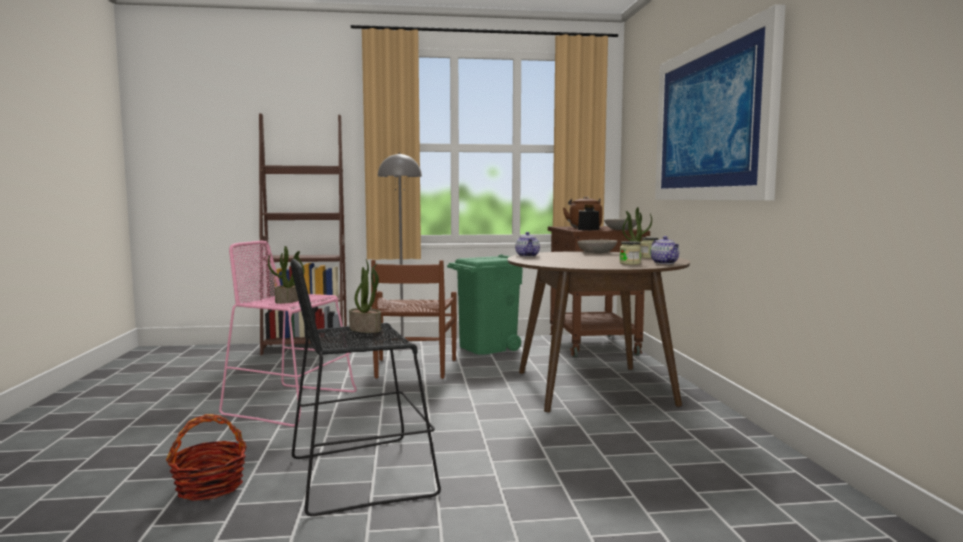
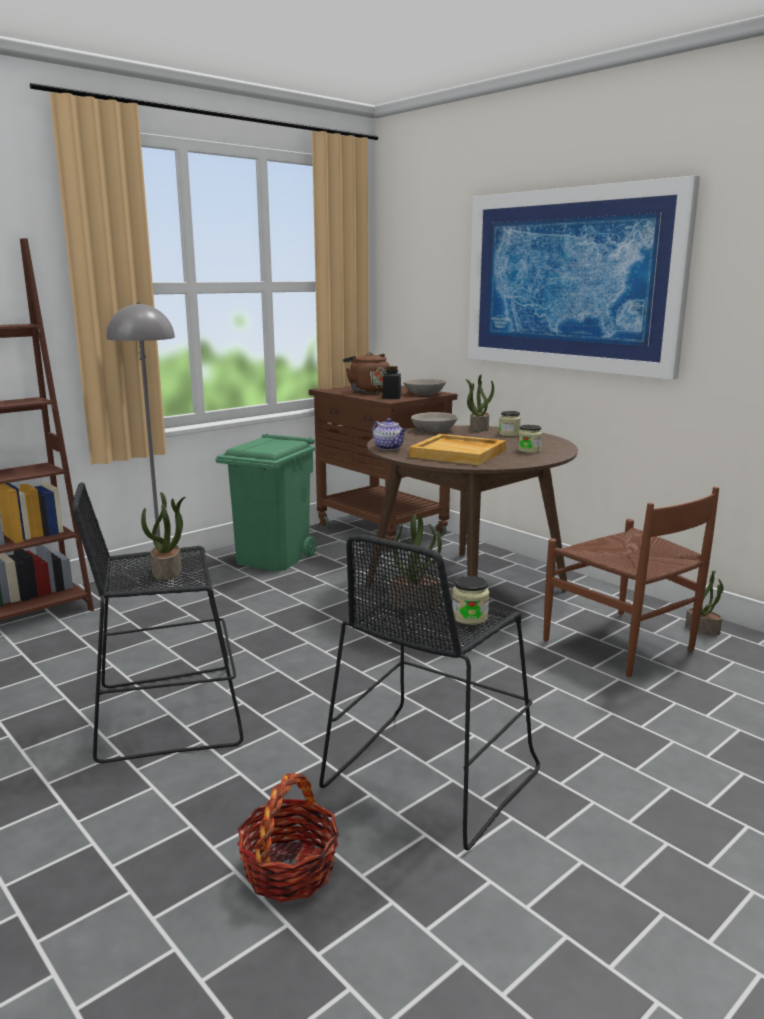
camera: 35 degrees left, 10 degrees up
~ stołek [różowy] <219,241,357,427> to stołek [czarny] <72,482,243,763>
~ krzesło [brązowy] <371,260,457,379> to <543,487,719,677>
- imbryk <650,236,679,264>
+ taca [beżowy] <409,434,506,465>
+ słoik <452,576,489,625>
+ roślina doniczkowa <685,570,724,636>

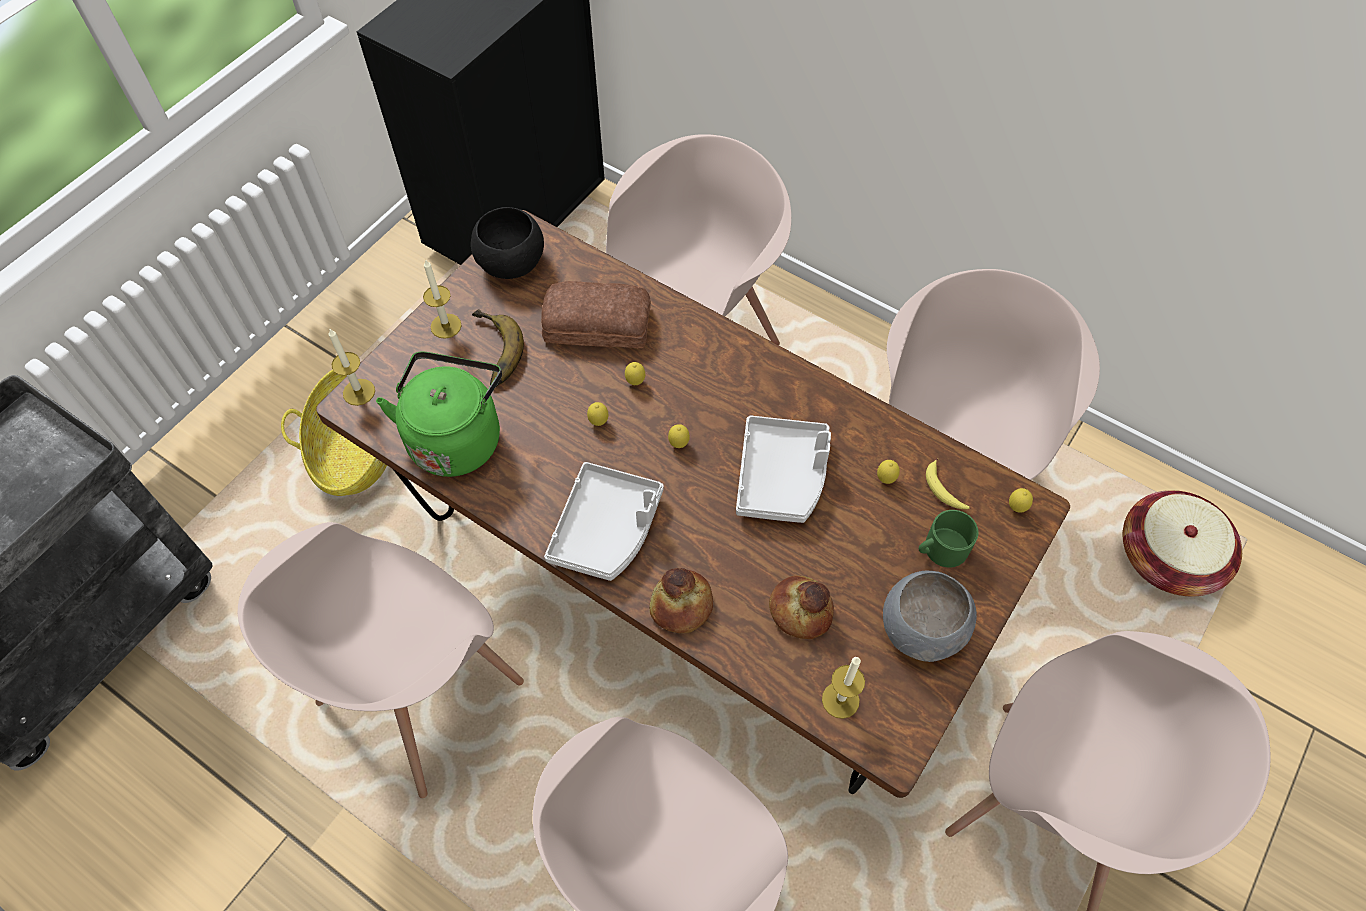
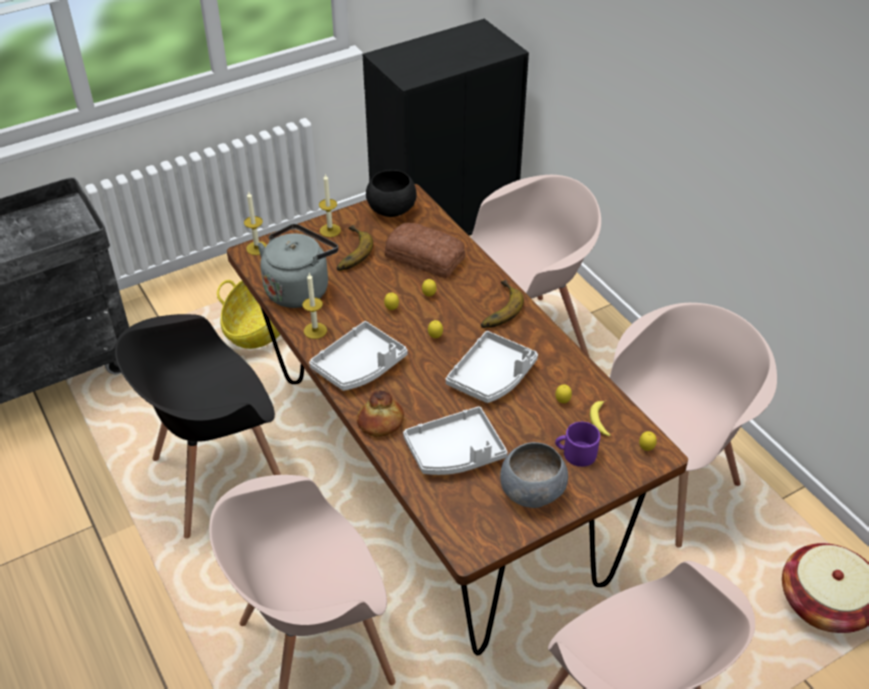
camera: 25 degrees right, 15 degrees down
~ krzesło [beżowy] <238,522,524,798> to krzesło [czarny] <115,314,281,539>
~ czajnik [zielony] <376,351,502,477> to czajnik [szary] <257,224,338,308>
~ chleb <769,575,834,639> to taca [szary] <403,406,507,475>
~ świeca <822,657,865,719> to <302,273,327,339>
~ kubek [zielony] <919,510,978,568> to kubek [fioletowy] <555,422,600,467>
+ banan <481,280,524,328>

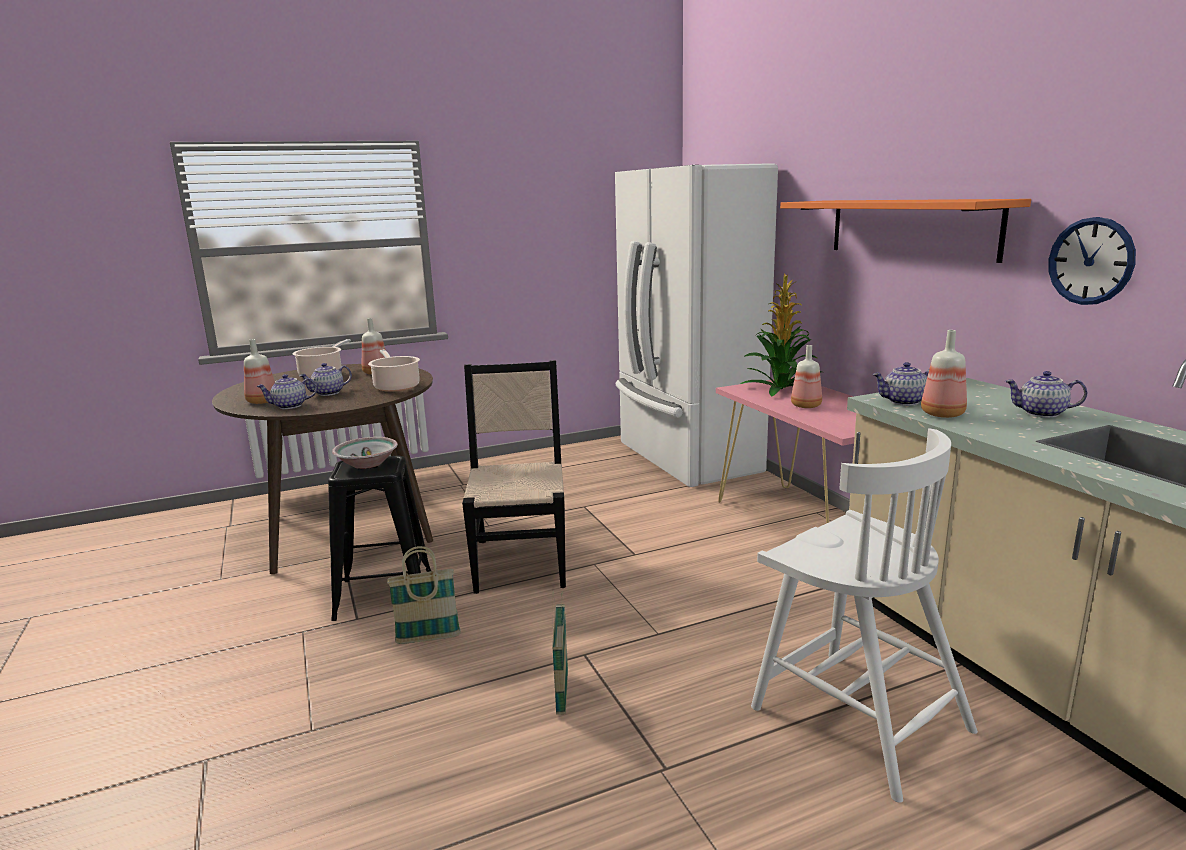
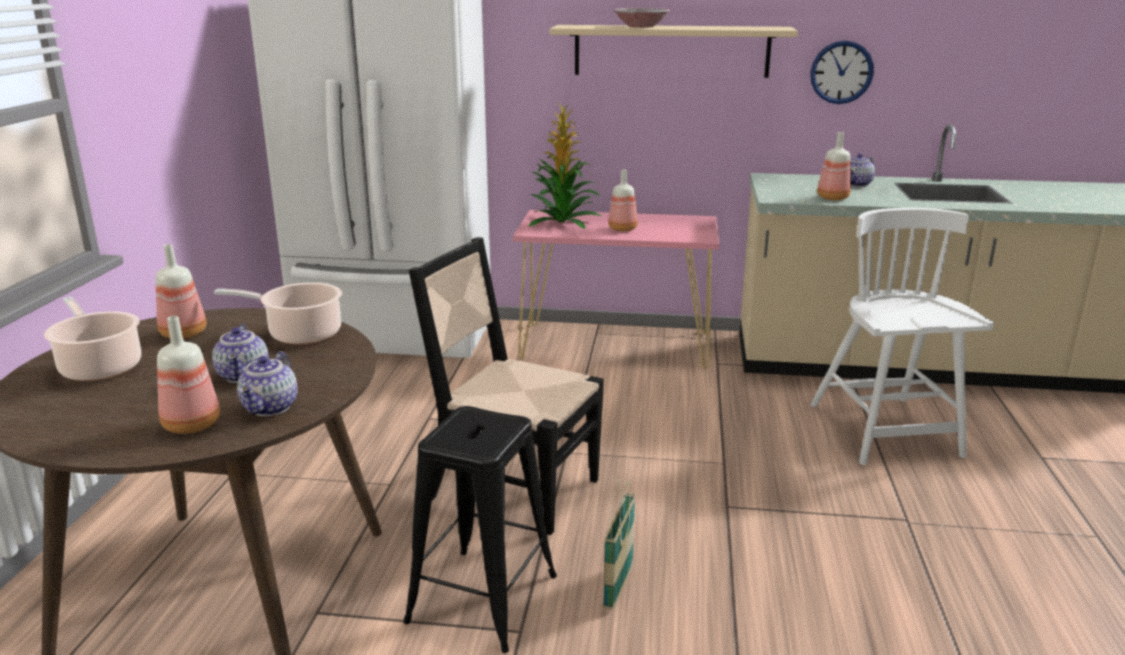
camera: 60 degrees left, 5 degrees up
~ miska <332,437,398,469> to <614,8,670,28>
- koszyk <552,591,568,715>
~ krzesło [biały] <751,428,978,803> = <810,208,994,465> 90 degrees counterclockwise
~ półka [pomarańczowy] <780,199,1031,263> to półka [beżowy] <549,25,798,78>
- imbryk <872,362,929,406>

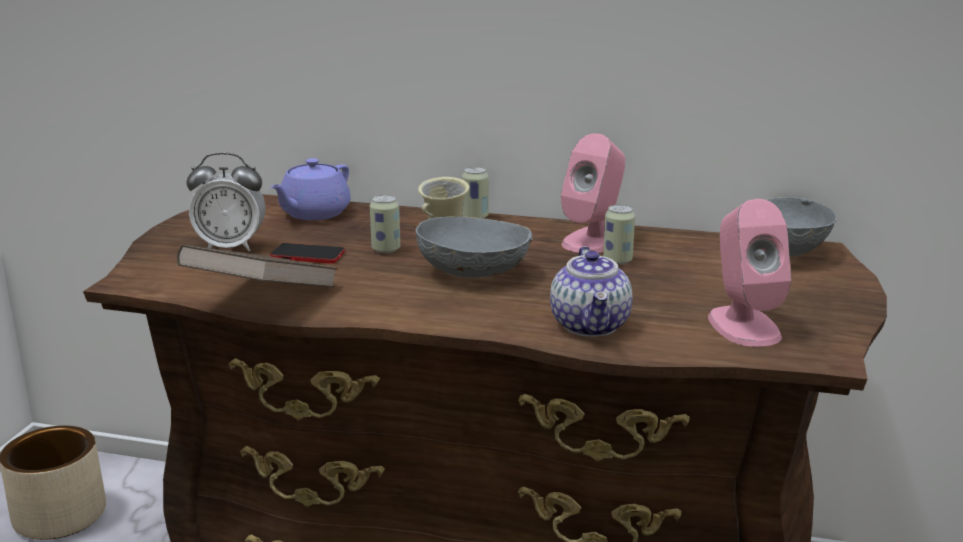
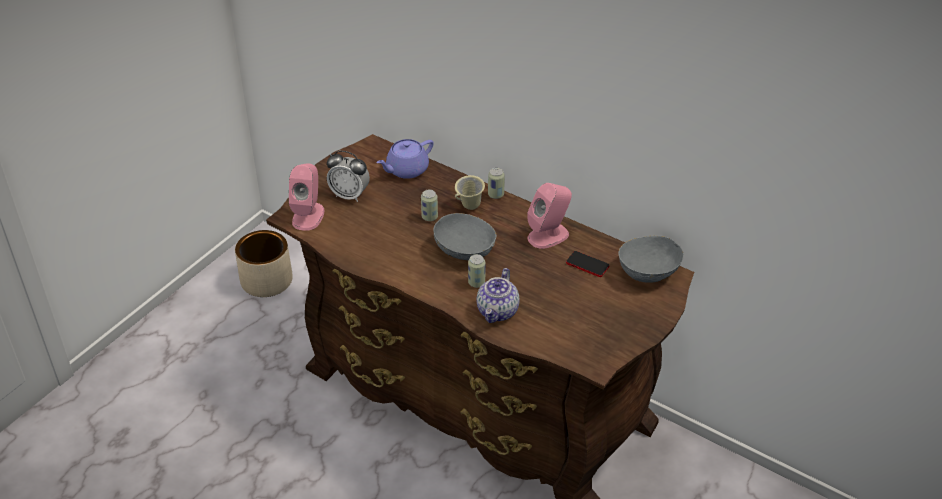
camera: 20 degrees right, 20 degrees up
- książka [brązowy] <177,245,338,287>
~ telefon <270,243,345,264> to <566,251,610,277>
~ puszka <603,205,635,265> to <468,254,486,288>
~ głośnik [różowy] <708,199,792,347> to <289,163,325,231>

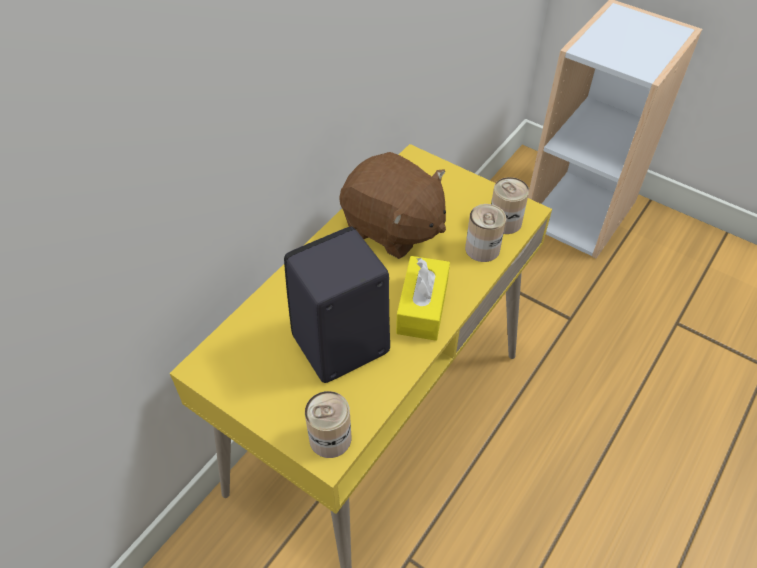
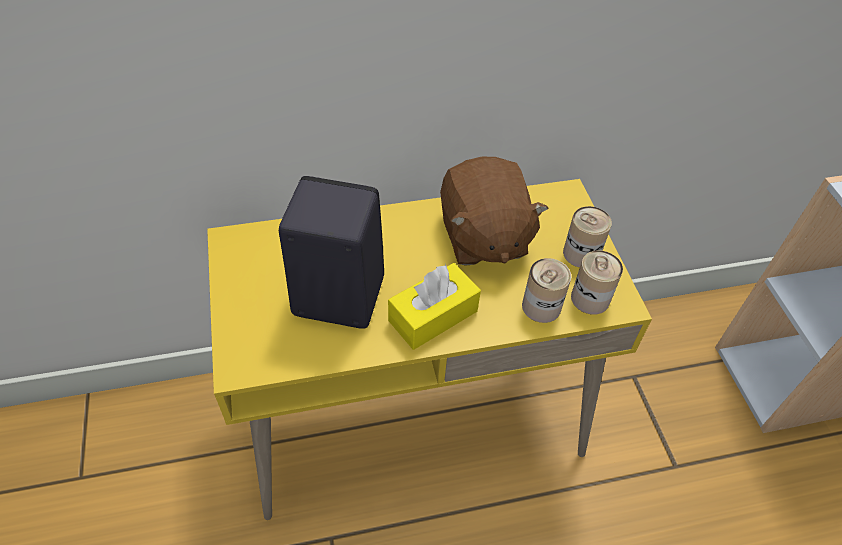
camera: 40 degrees right, 0 degrees up
~ puszka <305,391,351,458> to <563,206,612,267>

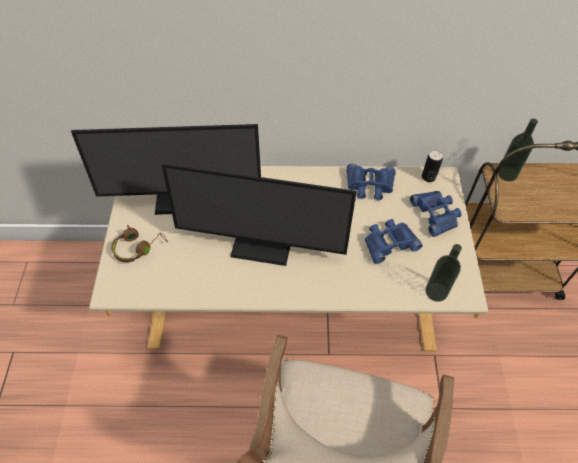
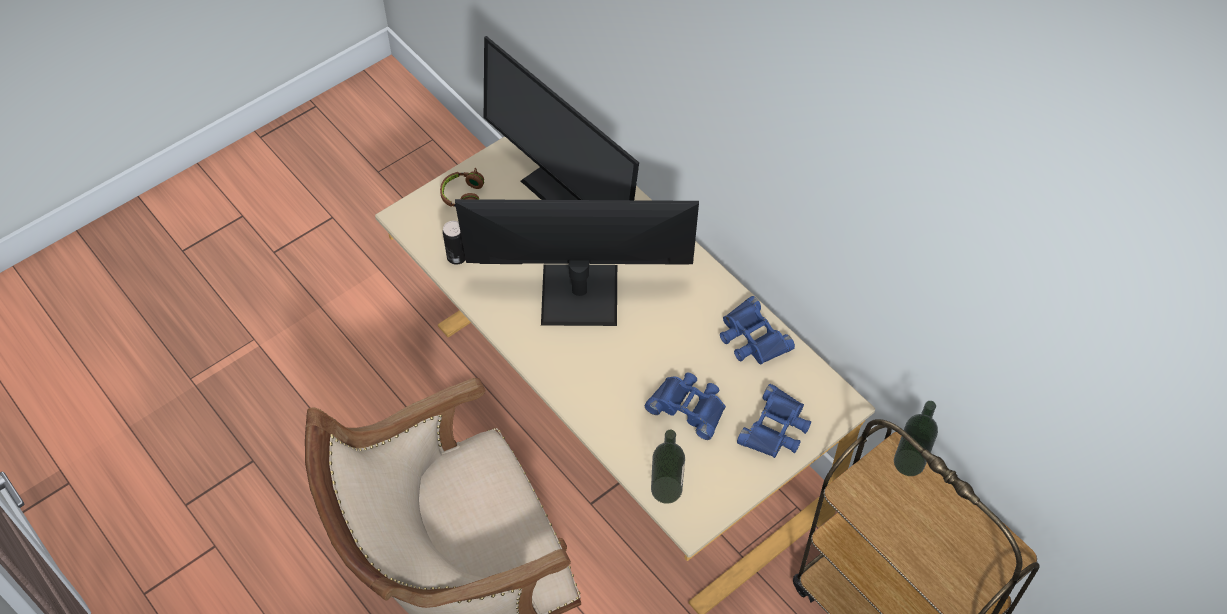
camera: 50 degrees right, 0 degrees up
~ monitor <162,163,357,266> = <455,199,699,326> 120 degrees clockwise
~ puszka <422,150,443,182> to <443,221,466,265>

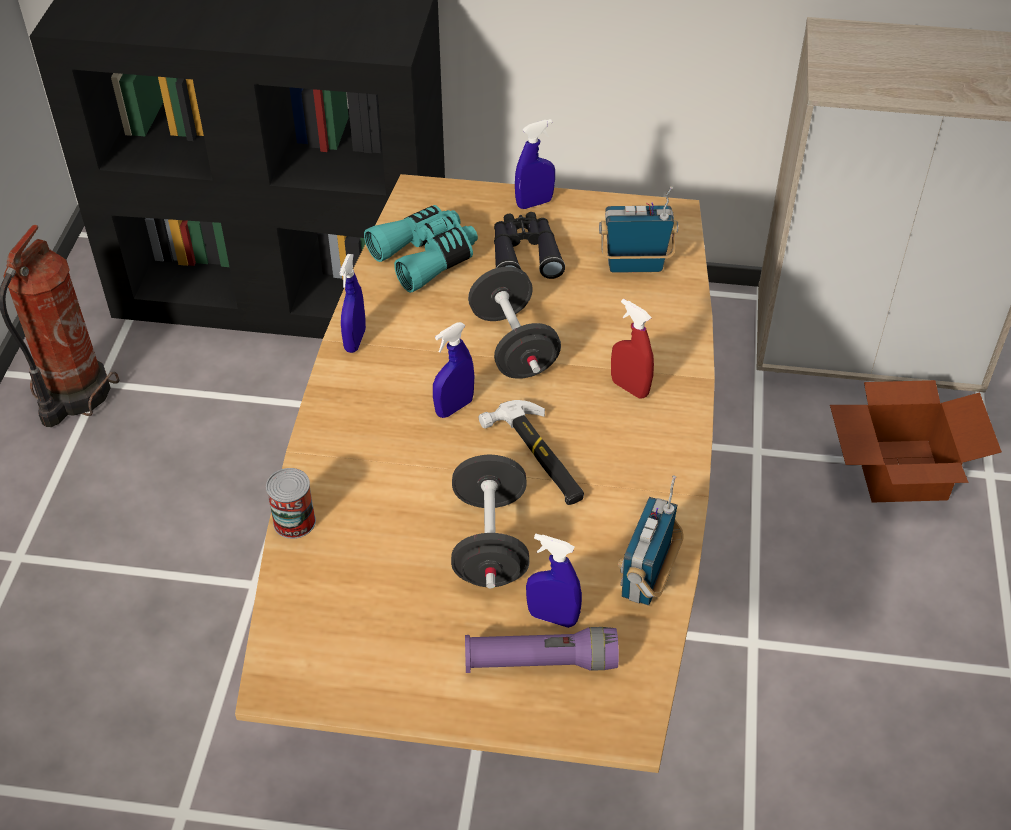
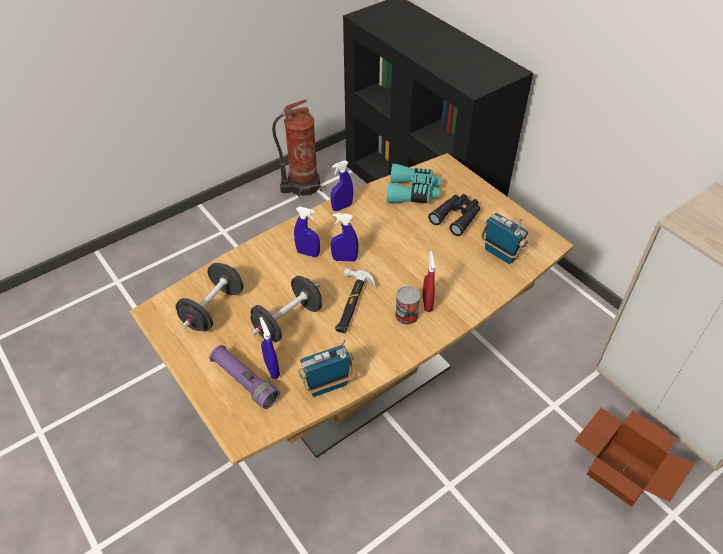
camera: 45 degrees right, 0 degrees up
~ puszka <266,468,316,539> to <395,286,420,325>
~ hantel [czarny] <468,266,561,379> to <176,263,244,331>
~ spryskiwacz [niebieski] <515,119,555,209> to <294,207,320,257>

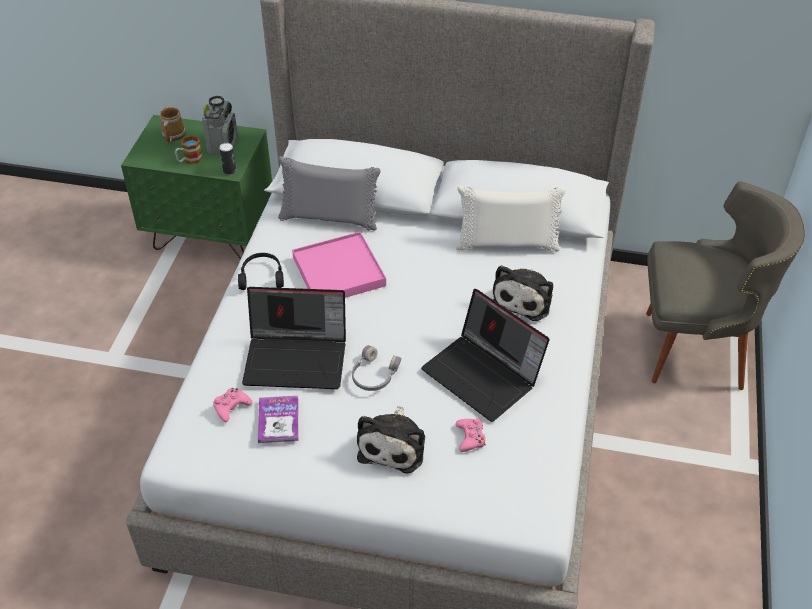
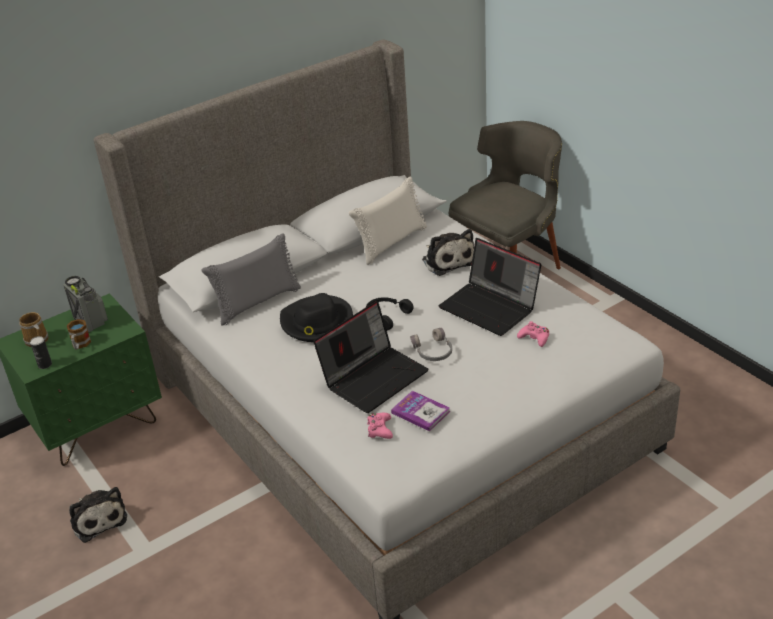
camera: 45 degrees left, 10 degrees down
~ puszka <219,143,236,175> to <30,336,52,369>
~ słuchawki [czarny] <238,253,284,290> to <366,297,414,330>
~ taca [różowy] <292,232,386,298> to kapelusz [czarny] <280,293,353,342>
~ pluszak <357,406,425,474> to <69,487,127,543>
~ laptop <421,289,550,422> = <439,238,541,336> 45 degrees clockwise

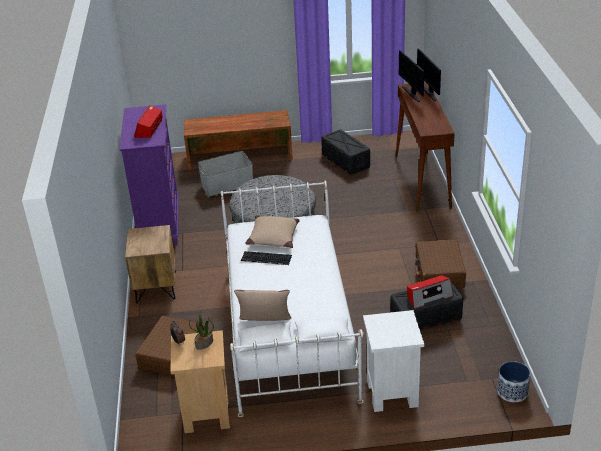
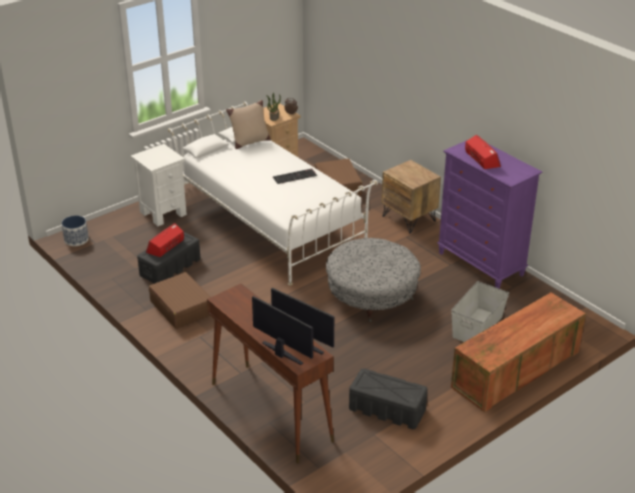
camera: 145 degrees right, 0 degrees up
- poduszka [beżowy] <246,215,300,248>

